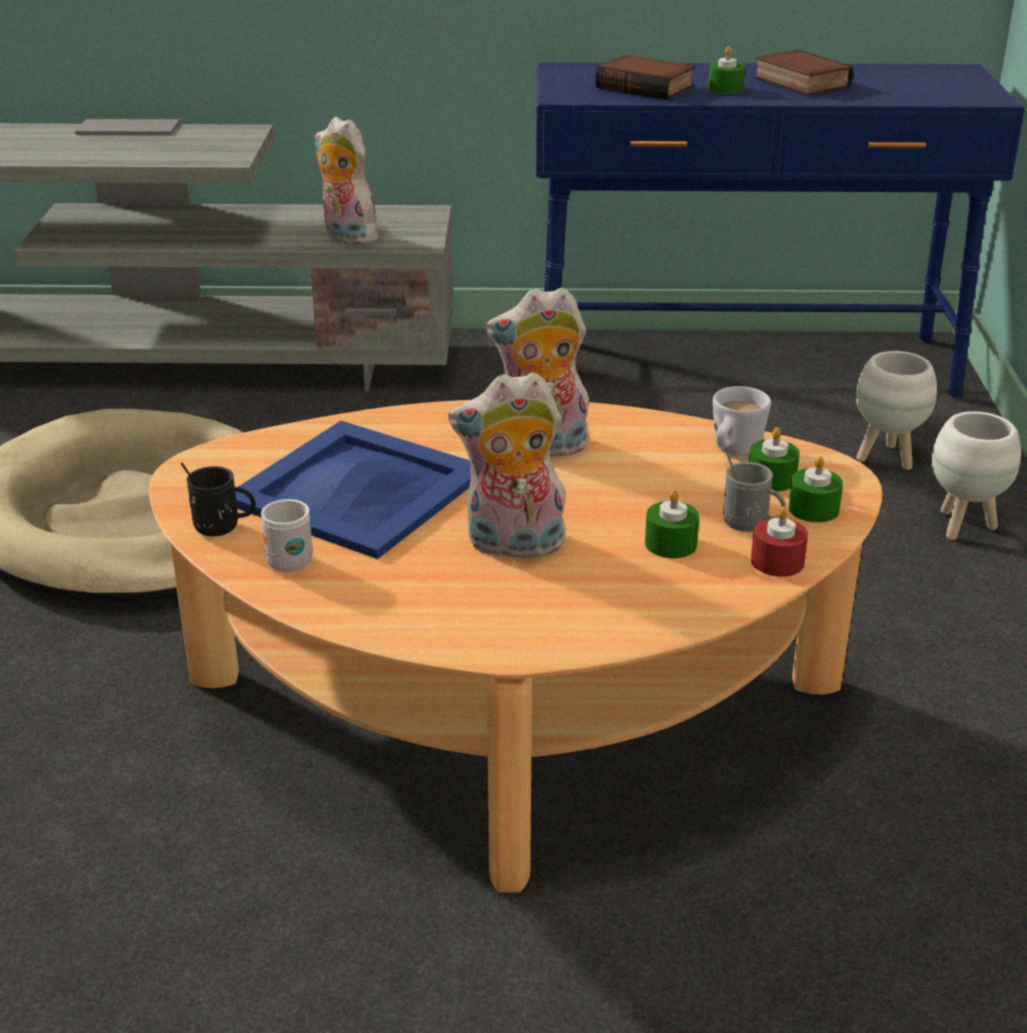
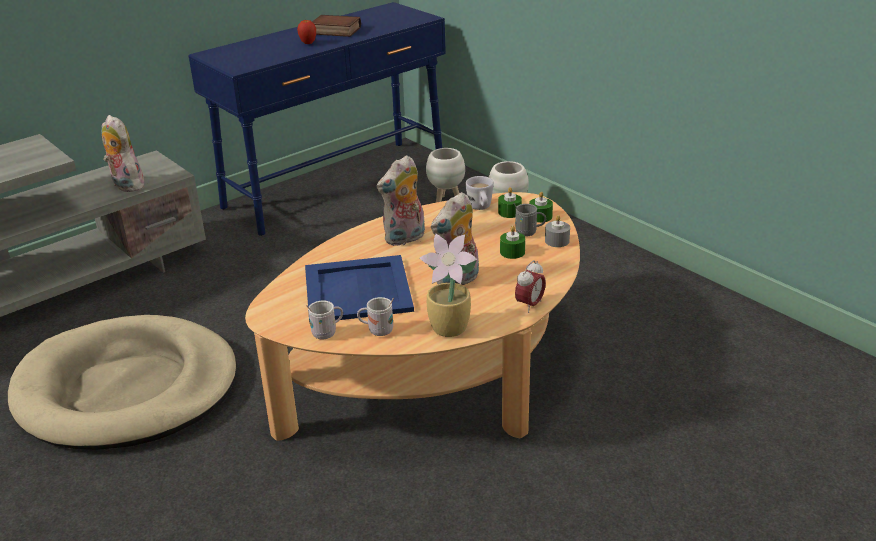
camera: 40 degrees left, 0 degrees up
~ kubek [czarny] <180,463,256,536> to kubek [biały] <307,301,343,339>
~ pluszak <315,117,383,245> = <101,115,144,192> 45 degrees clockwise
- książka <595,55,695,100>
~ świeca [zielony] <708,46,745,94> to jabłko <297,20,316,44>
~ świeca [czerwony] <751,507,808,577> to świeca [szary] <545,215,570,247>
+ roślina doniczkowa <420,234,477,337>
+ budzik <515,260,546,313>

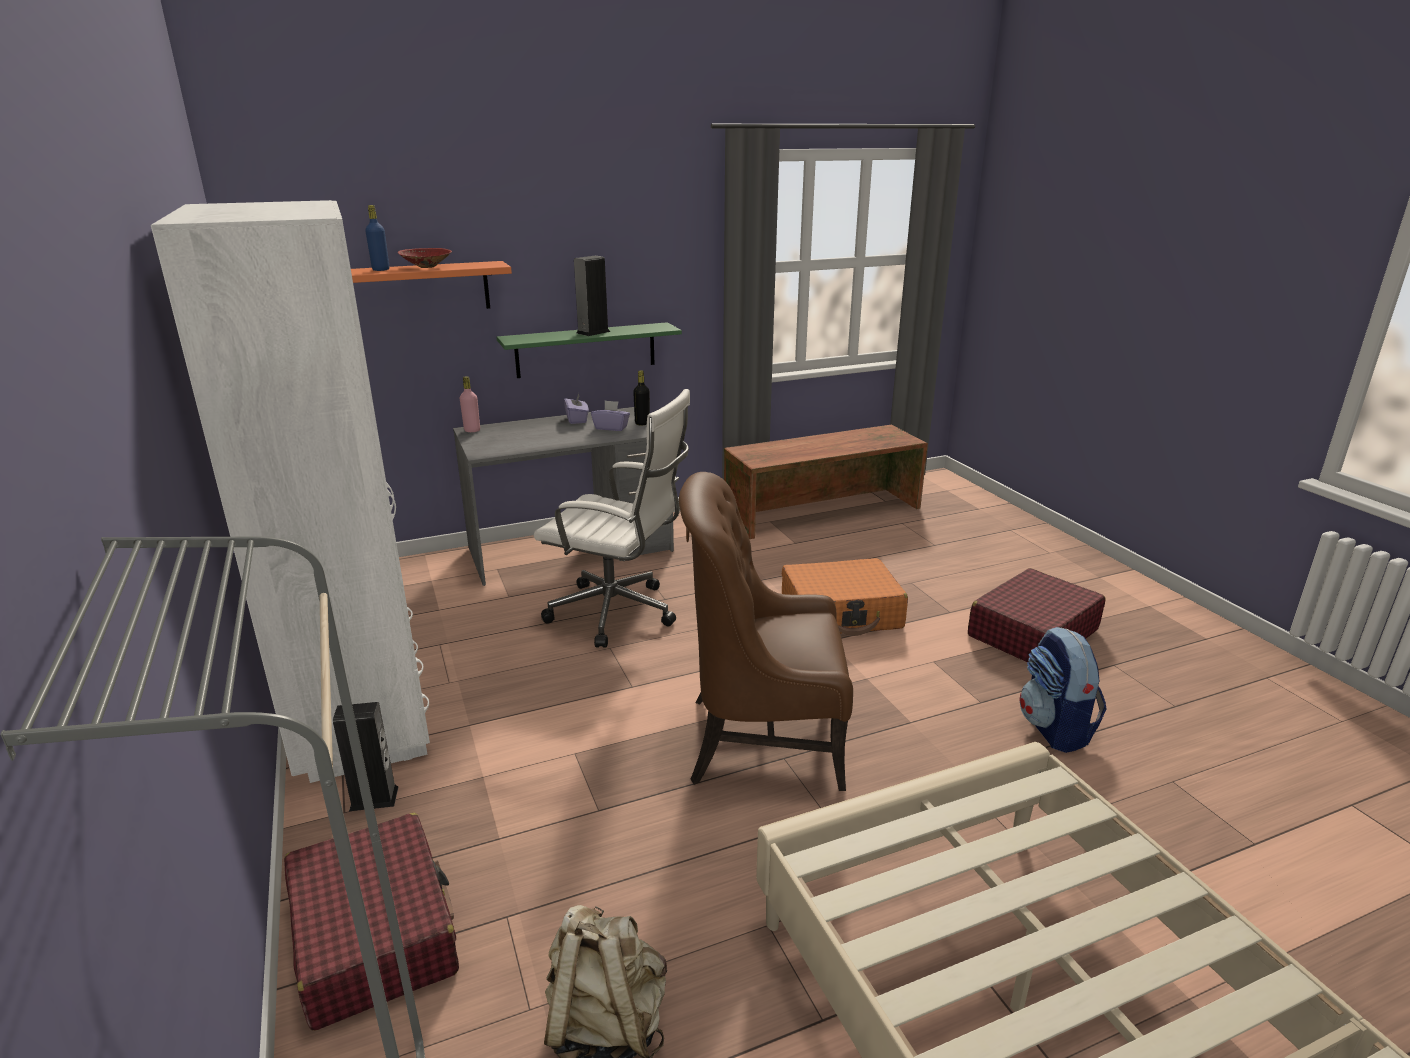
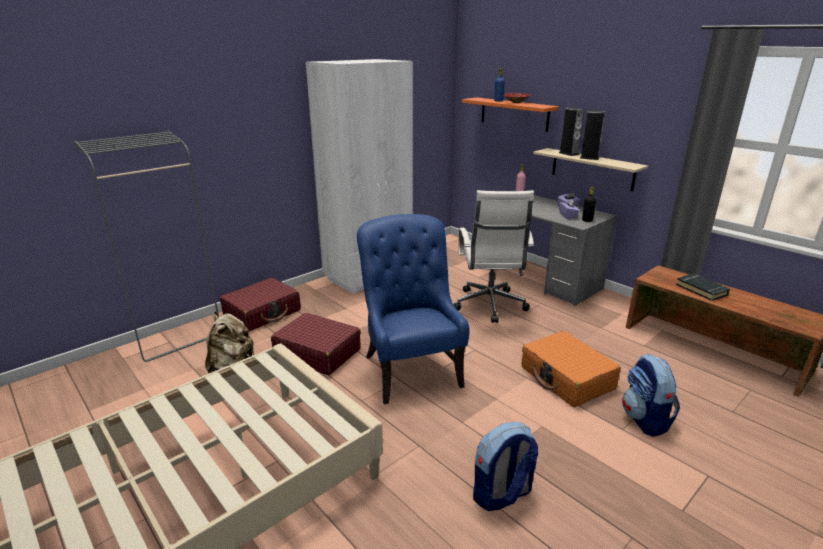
camera: 70 degrees right, 0 degrees up
~ głośnik <333,702,399,811> to <559,107,584,156>
~ półka [zielony] <497,322,682,378> to półka [beżowy] <533,148,648,192>
~ krzesło [brązowy] <679,472,853,791> to krzesło [niebieski] <357,214,470,404>
~ walizka [czerwony] <968,568,1106,662> to <271,313,361,375>
+ plecak <622,354,680,437>
+ książka [czarny] <676,274,730,301>

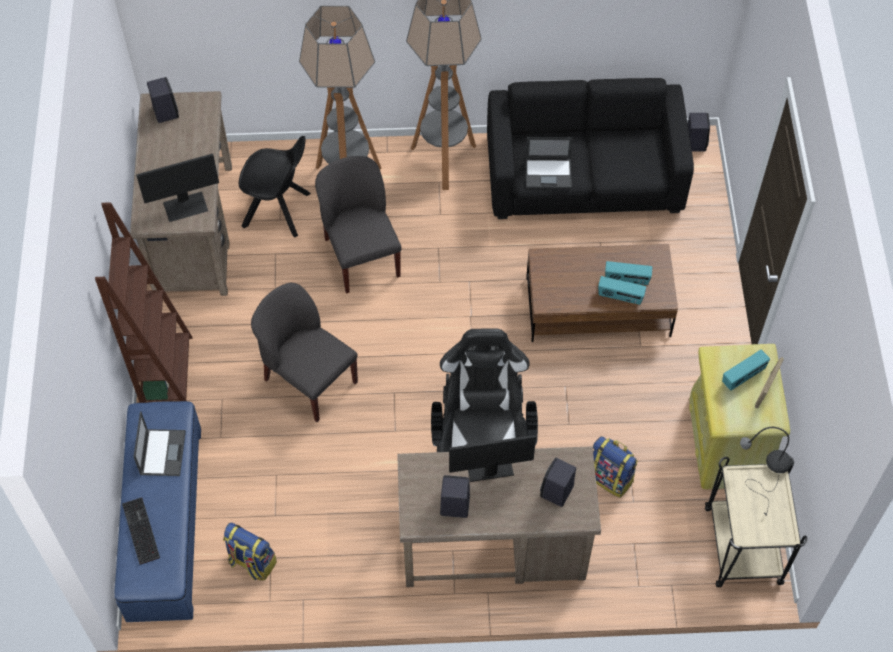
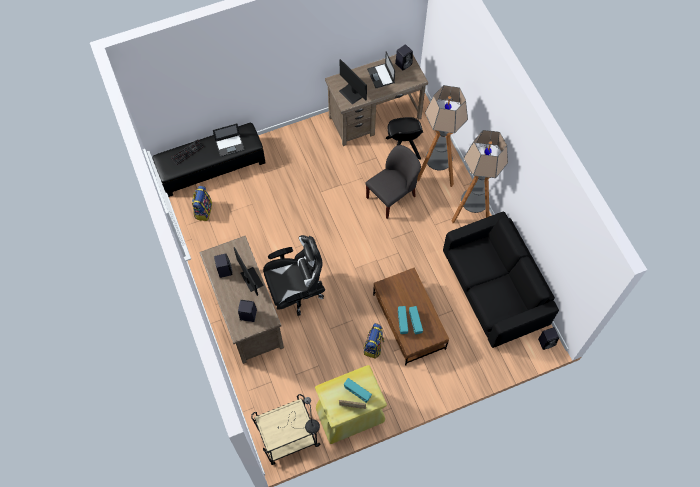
camera: 70 degrees right, 5 degrees up
- regał [brązowy] <95,202,193,403>
~ ławka [niebieski] <115,401,201,622> to ławka [czarny] <152,123,265,197>
- krzesło [szary] <251,283,358,422>
~ laptop <525,137,573,188> to <367,51,395,88>
~ plecak <593,436,638,498> to <363,323,384,359>

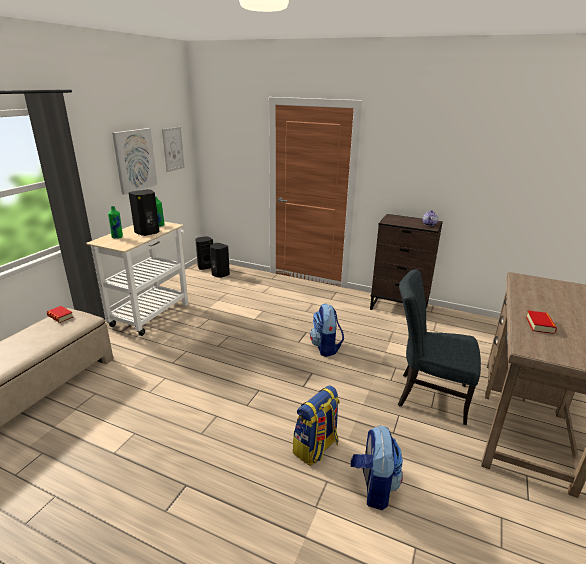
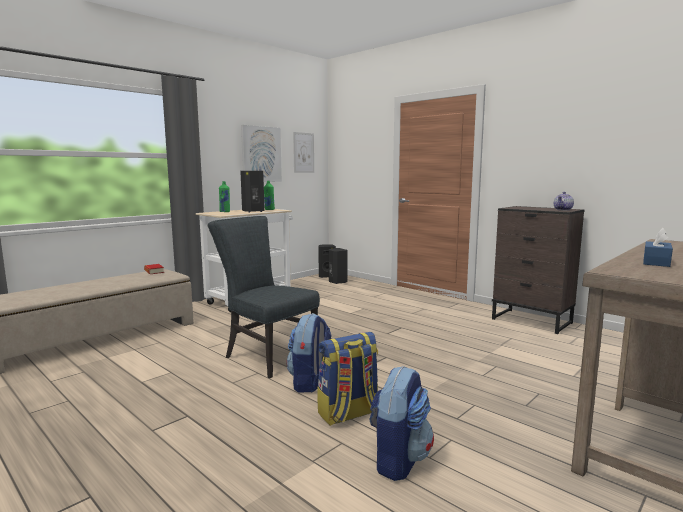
camera: 20 degrees right, 15 degrees down
~ plecak <310,304,344,357> to <287,313,332,392>
~ krzesło [szary] <398,269,481,425> to <207,216,320,378>
~ książka <526,311,557,334> to pudełko chusteczek [niebieski] <643,228,673,267>

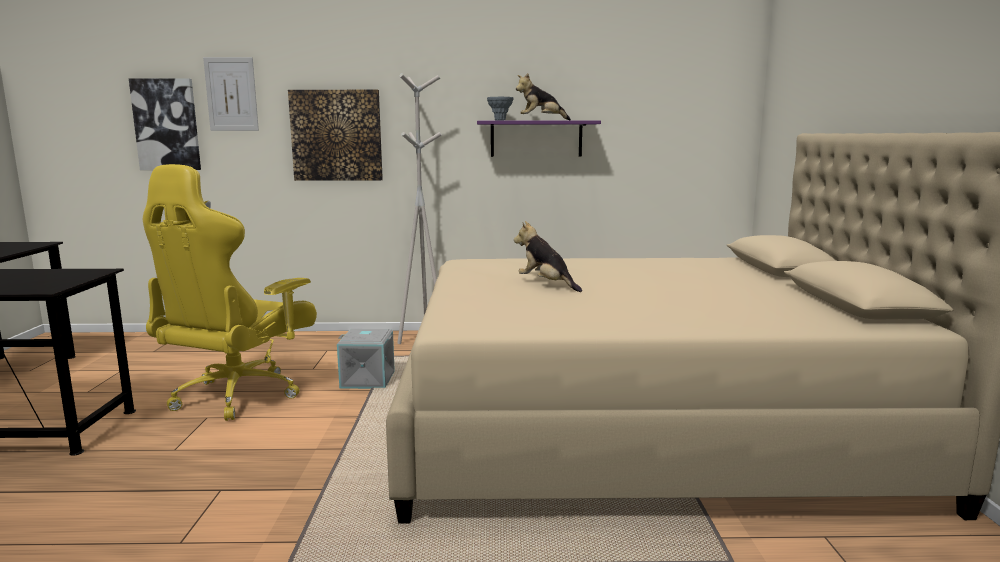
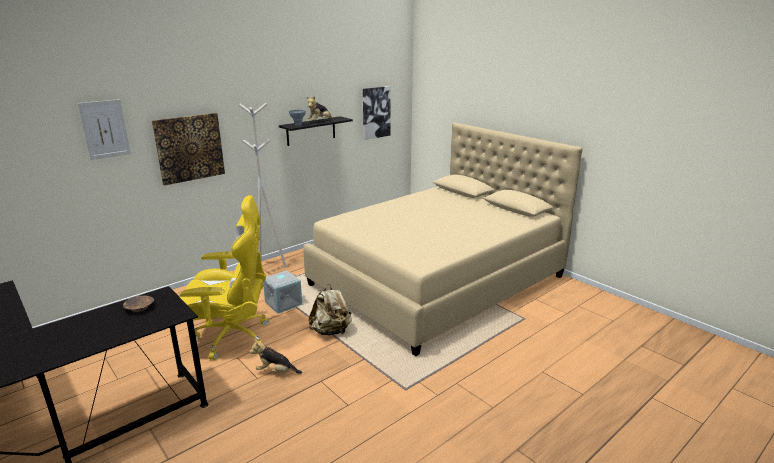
camera: 40 degrees left, 10 degrees up
~ obraz <129,78,201,170> to <363,86,391,140>
~ krzesło biurowe [żółty] <143,164,317,421> = <180,195,269,360> 75 degrees counterclockwise
~ półka [fioletowy] <477,120,601,157> to półka [czarny] <279,116,353,146>
~ pluszak <514,221,582,292> to <250,339,302,374>
+ miska [brązowy] <123,295,154,312>
+ plecak [beżowy] <309,284,352,335>

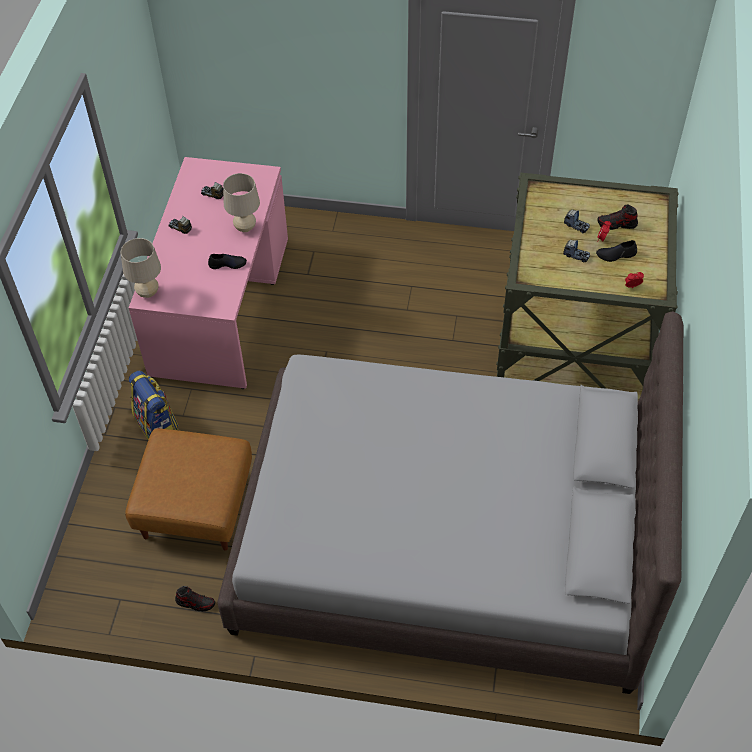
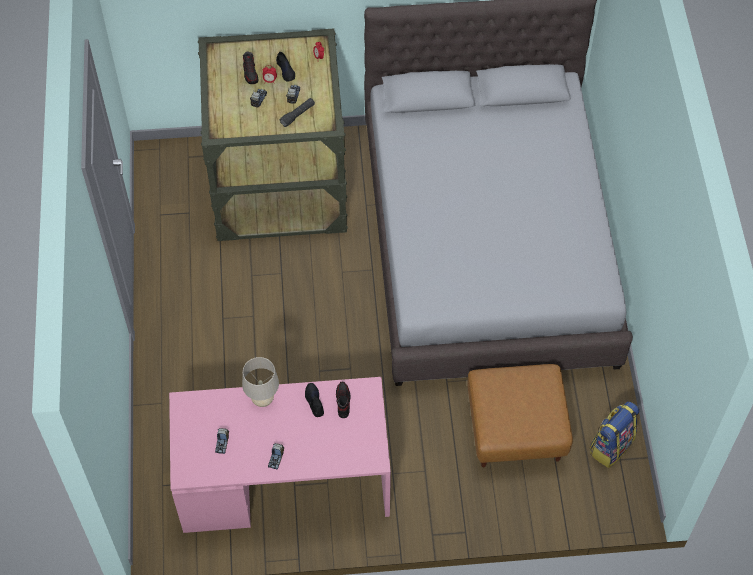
camera: 105 degrees left, 5 degrees up
- lampa stołowa [beżowy] <121,238,161,298>
~ plecak <129,370,179,440> to <590,402,639,468>
~ but <175,586,215,612> to <336,382,351,418>
+ latarka [czarny] <280,98,315,127>

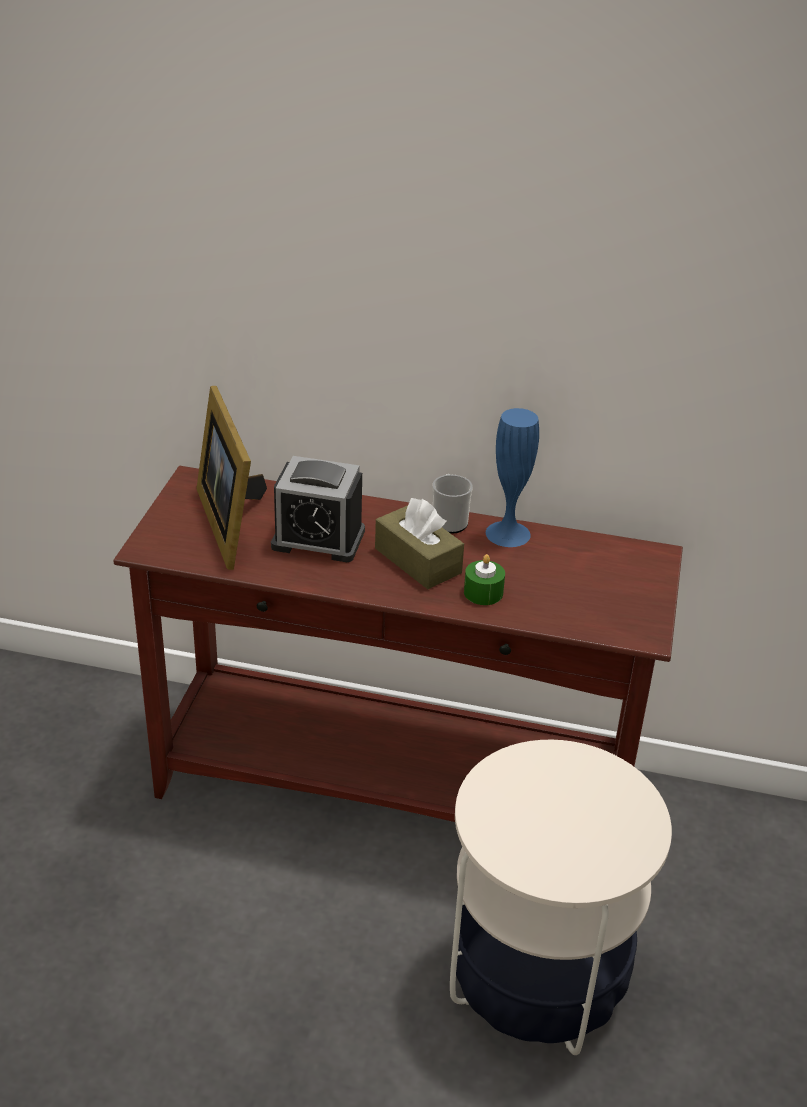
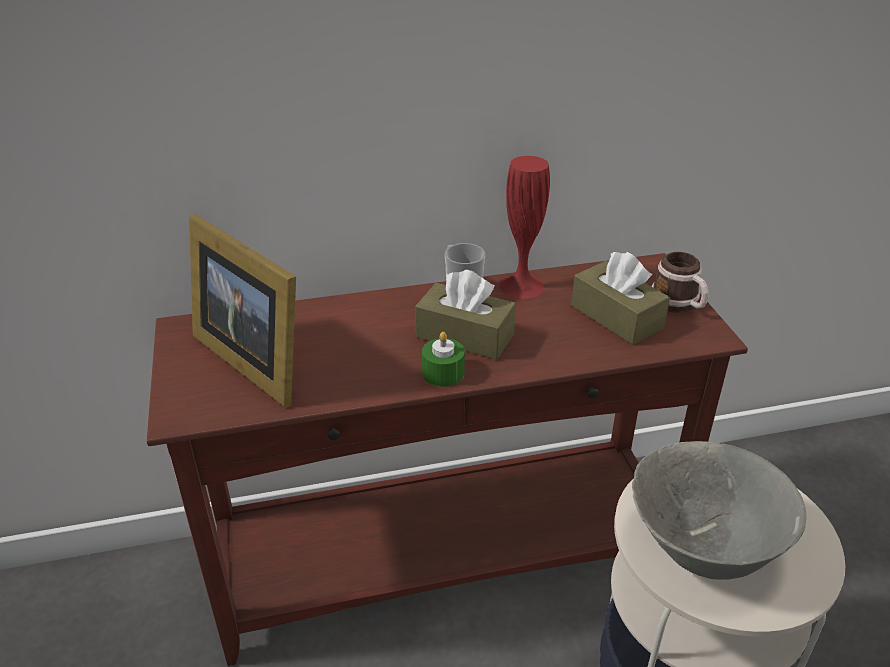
camera: 25 degrees left, 0 degrees up
- budzik <271,456,365,562>
~ świeca [zielony] <464,554,505,605> to <422,332,465,387>
~ wazon [niebieski] <486,408,539,547> to wazon [czerwony] <499,156,550,299>
+ pudełko chusteczek [brązowy] <571,252,670,345>
+ miska [szary] <632,441,806,580>
+ kubek <651,252,709,313>

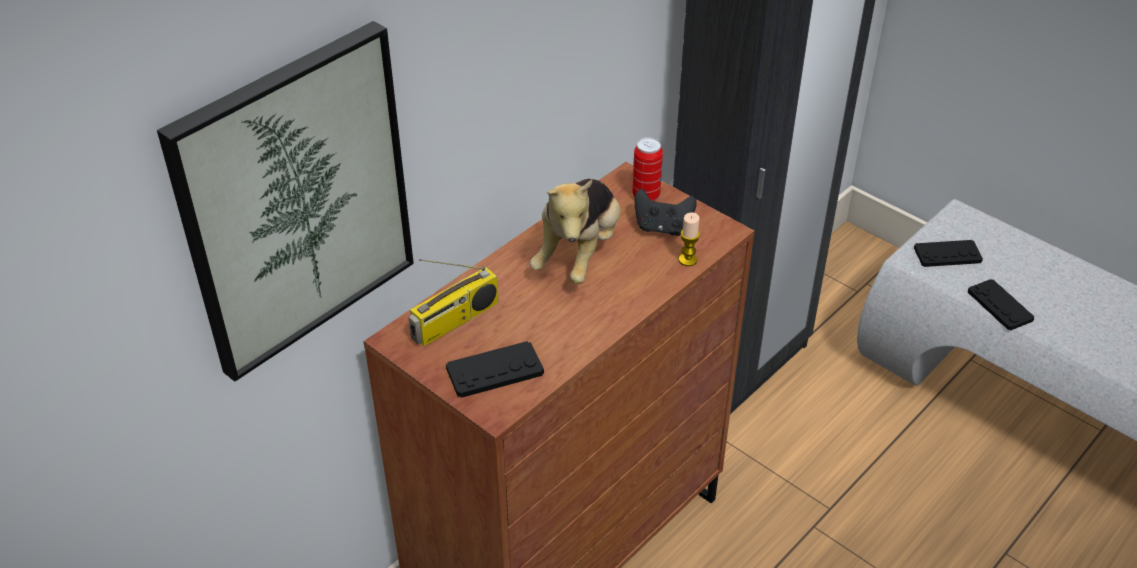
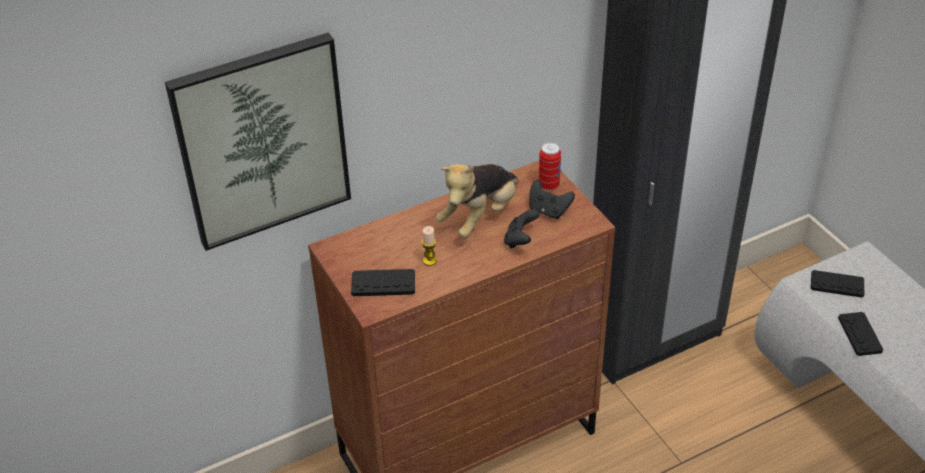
camera: 20 degrees right, 0 degrees up
- radio <408,259,499,346>
~ świeca <679,212,700,266> to <422,226,437,266>
+ pad do gier [czarny] <504,209,540,248>

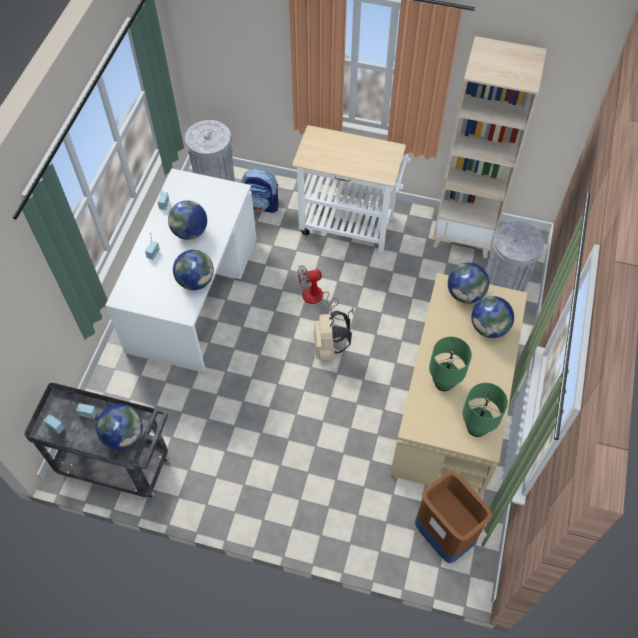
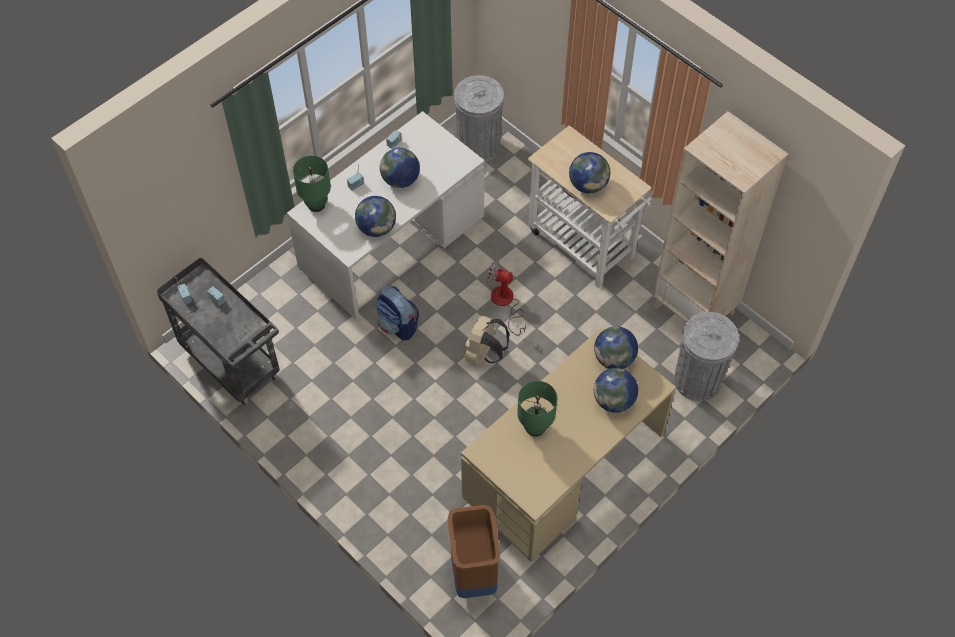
camera: 30 degrees right, 0 degrees up
~ globus <96,404,143,450> to <569,152,610,193>
~ plecak <242,169,279,213> to <376,285,419,341>
~ lampa stołowa [zielony] <463,383,508,437> to <293,156,331,212>

